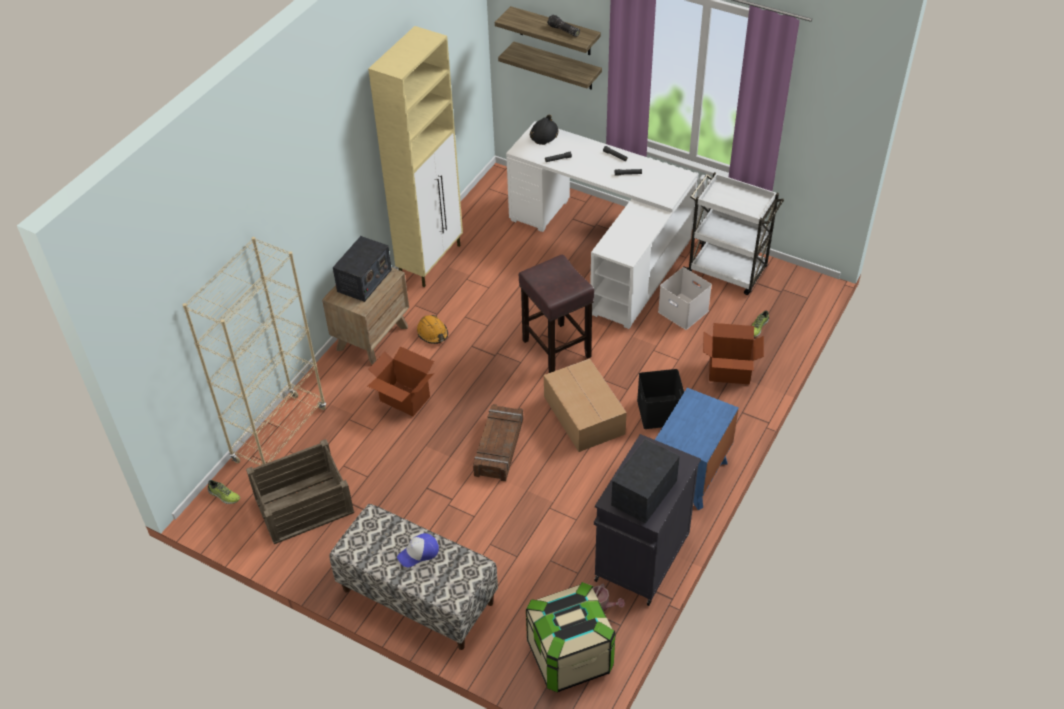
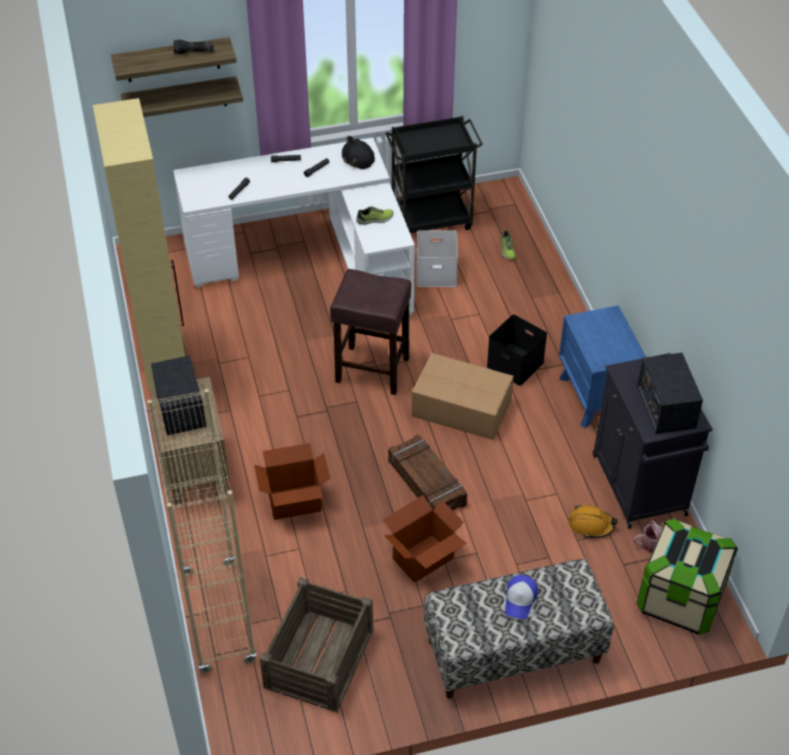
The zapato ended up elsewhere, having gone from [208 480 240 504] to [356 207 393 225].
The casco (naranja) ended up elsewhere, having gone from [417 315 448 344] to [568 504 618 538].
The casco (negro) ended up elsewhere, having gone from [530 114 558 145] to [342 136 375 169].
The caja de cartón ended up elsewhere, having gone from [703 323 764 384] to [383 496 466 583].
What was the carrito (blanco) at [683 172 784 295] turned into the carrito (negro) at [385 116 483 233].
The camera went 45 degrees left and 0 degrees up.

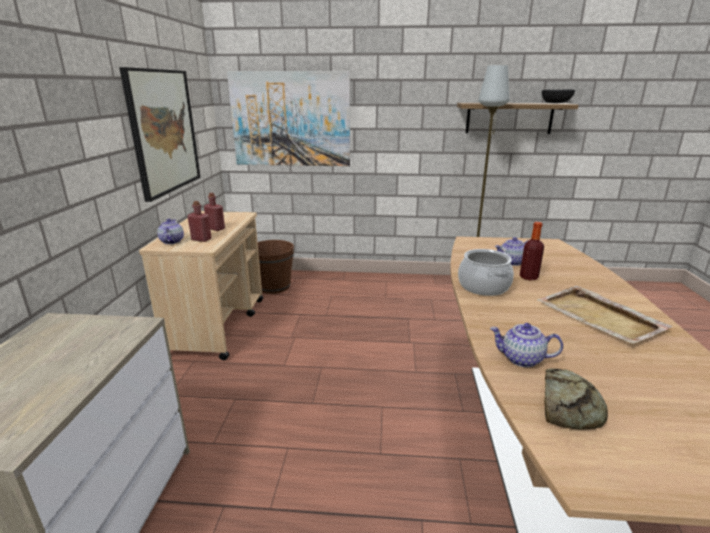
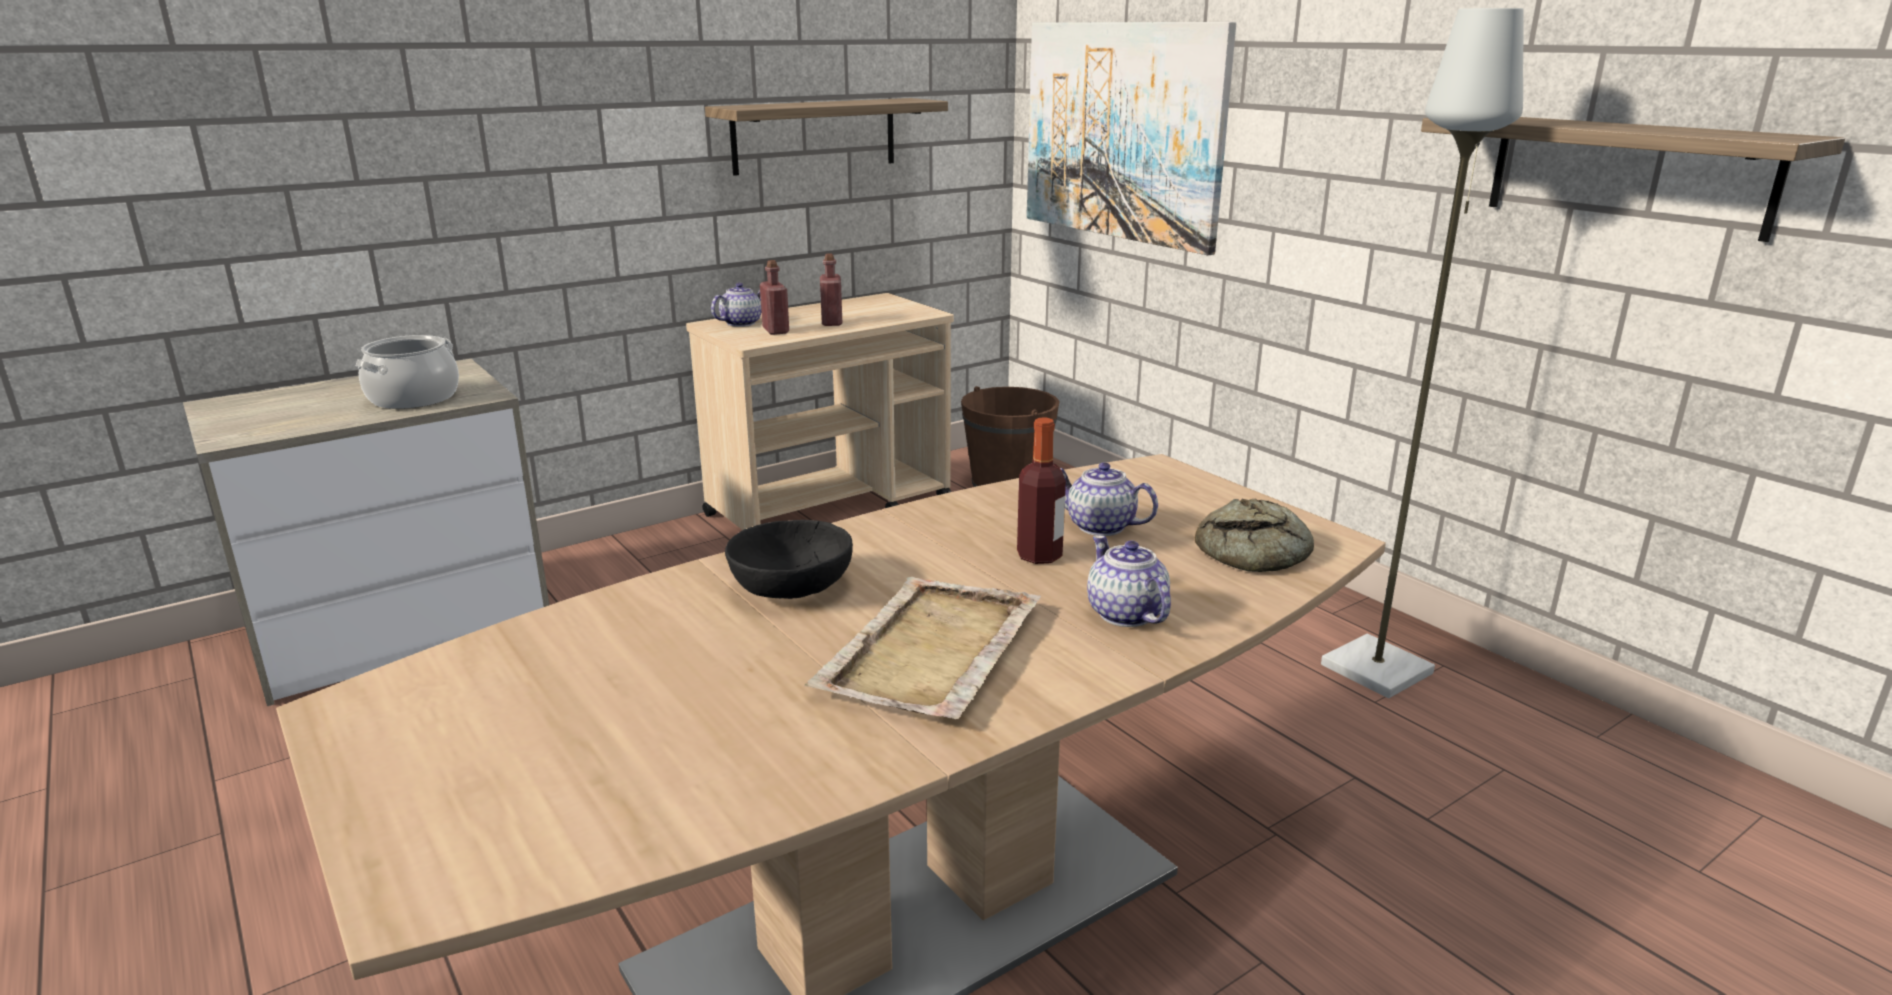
The olla ended up elsewhere, having gone from [458 249 514 296] to [355 335 459 409].
The tetera ended up elsewhere, having gone from [490 323 563 367] to [1087 535 1171 627].
The cuenco (negro) ended up elsewhere, having gone from [542 89 575 103] to [725 520 853 599].
The pan ended up elsewhere, having gone from [545 368 608 430] to [1195 499 1314 572].
Where the cuadro hung at [119 67 201 202], the estante came to hang at [705 98 948 176].
The camera went 50 degrees right and 0 degrees up.

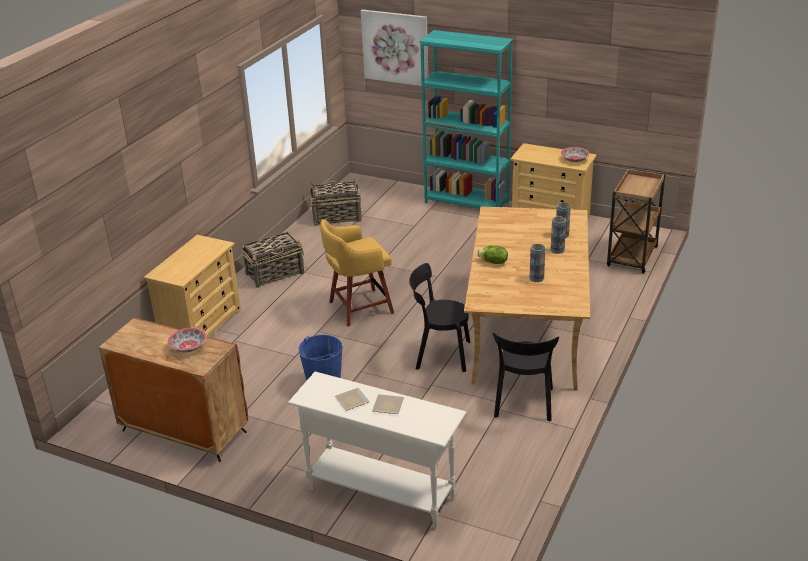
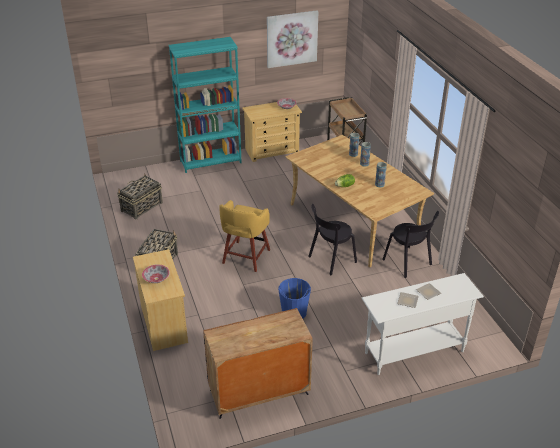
The cuenco ended up elsewhere, having gone from [167 328 207 352] to [142 264 170 283].
The cuadro ended up elsewhere, having gone from [361 10 428 86] to [267 10 318 68].
The camera went 45 degrees left and 5 degrees up.

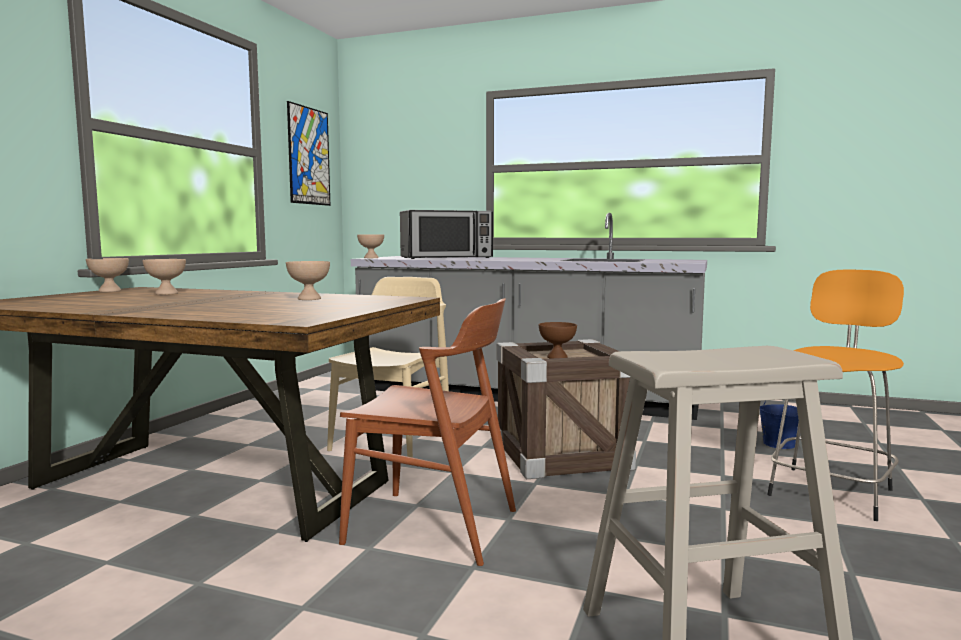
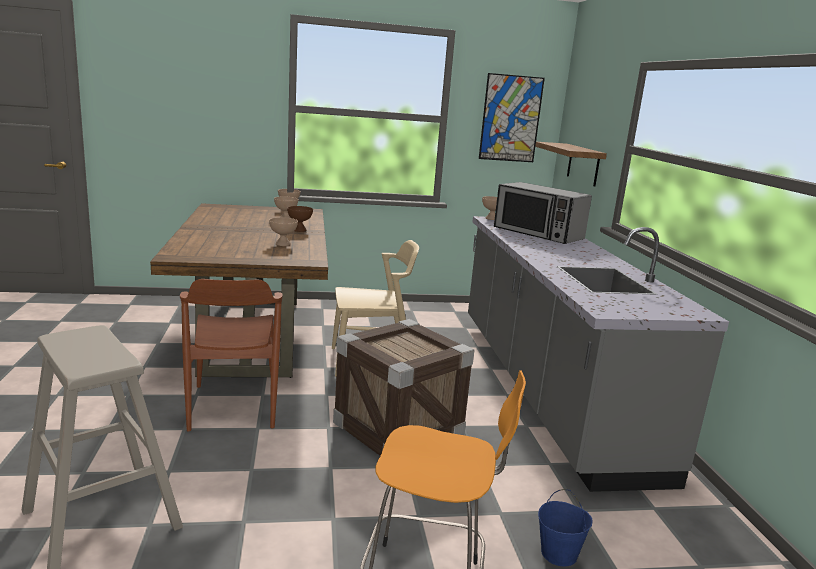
The second view gained the estante at [535 142 607 187].
The cuenco (marrón) ended up elsewhere, having gone from [539 322 577 359] to [287 206 313 232].
The camera went 60 degrees right and 10 degrees up.

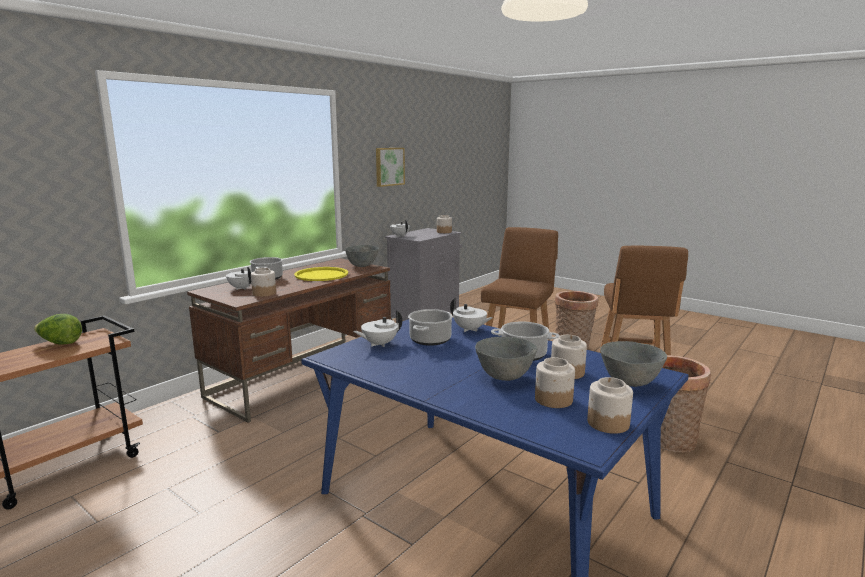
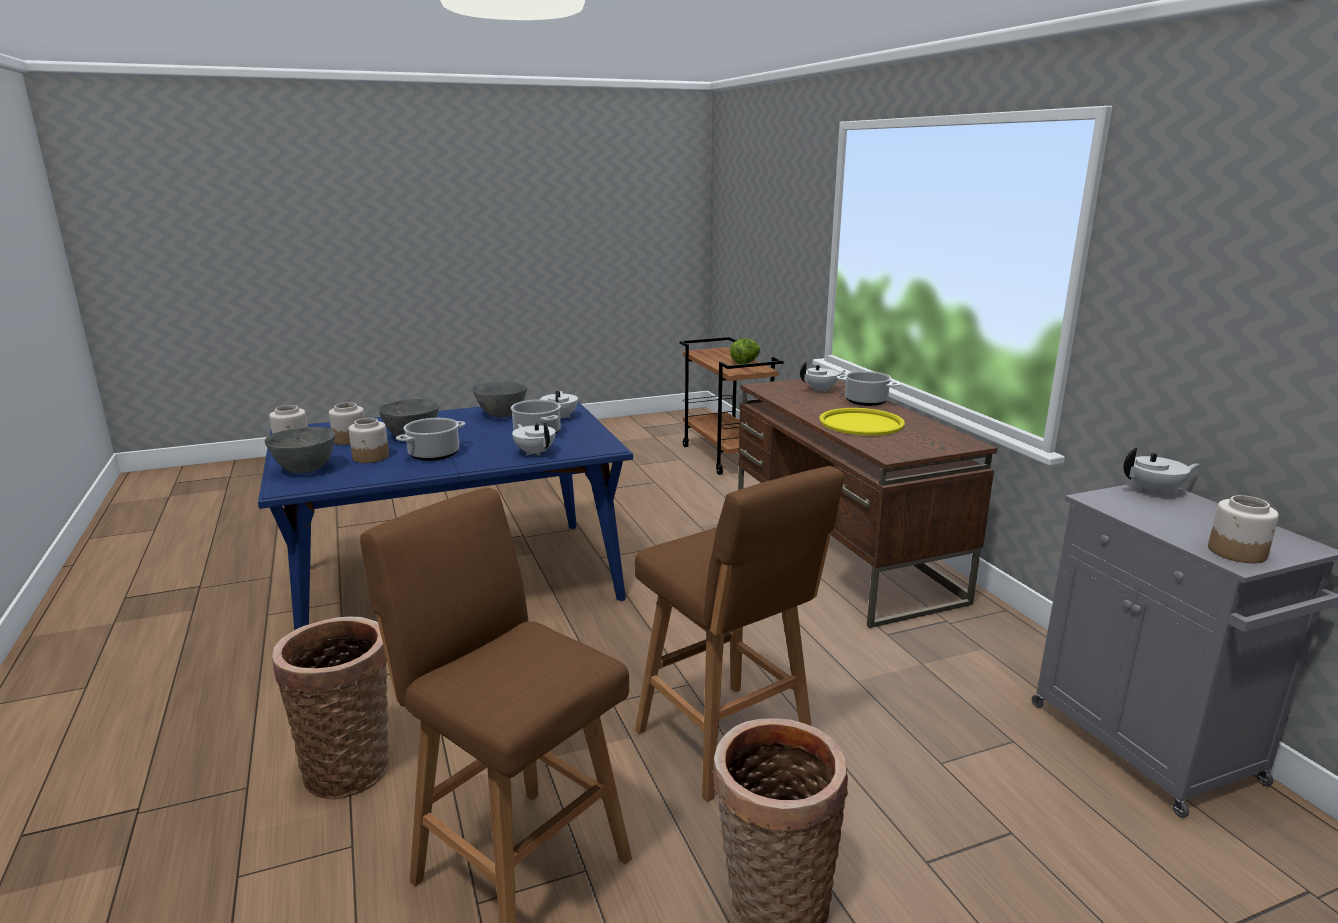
The second view lost the tarro at [251 268 276 297].
The second view lost the cuadro at [376 148 405 187].
The cuenco (gris) ended up elsewhere, having gone from [345 245 379 267] to [472 381 527 418].
The tetera (blanco) at [450 298 493 332] ended up facing another way, 75 degrees clockwise from before.
The camera went 120 degrees right and 5 degrees up.

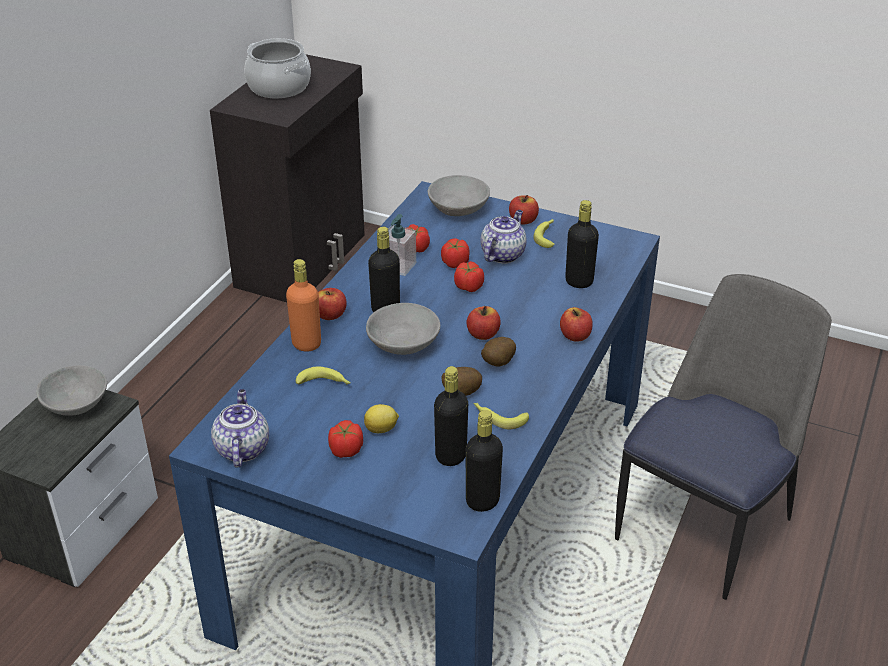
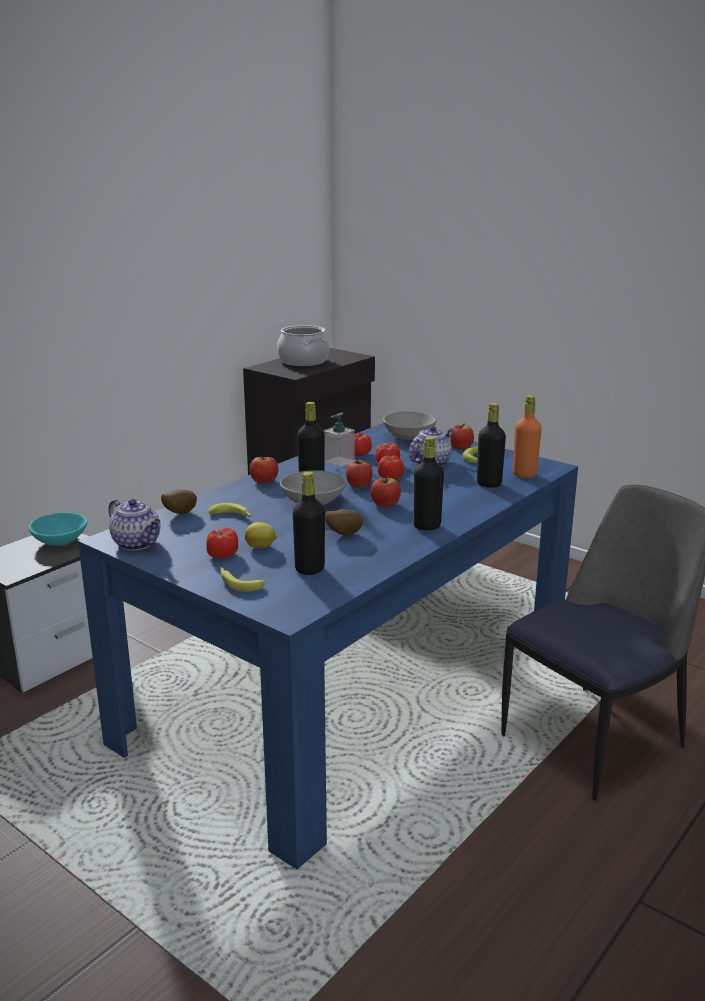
The botella (naranja) ended up elsewhere, having gone from [286 259 321 351] to [513 395 542 478].
The botella (negro) ended up elsewhere, having gone from [466 410 503 512] to [413 437 444 530].
The plátano ended up elsewhere, having gone from [473 403 529 429] to [220 567 265 592].
The patata ended up elsewhere, having gone from [481 337 516 367] to [161 490 197 514].
The manzana ended up elsewhere, having gone from [560 307 593 342] to [346 459 373 488].
What was the cuenco (gris) at [36 365 107 416] turned into the cuenco (turquesa) at [29 512 87 546].
The tetera at [211 389 269 468] ended up facing another way, 120 degrees clockwise from before.
The camera went 15 degrees right and 15 degrees down.

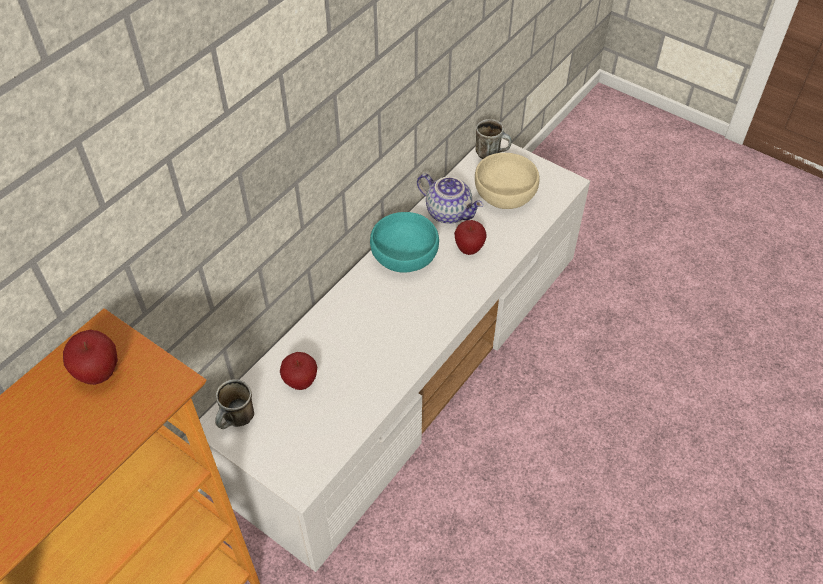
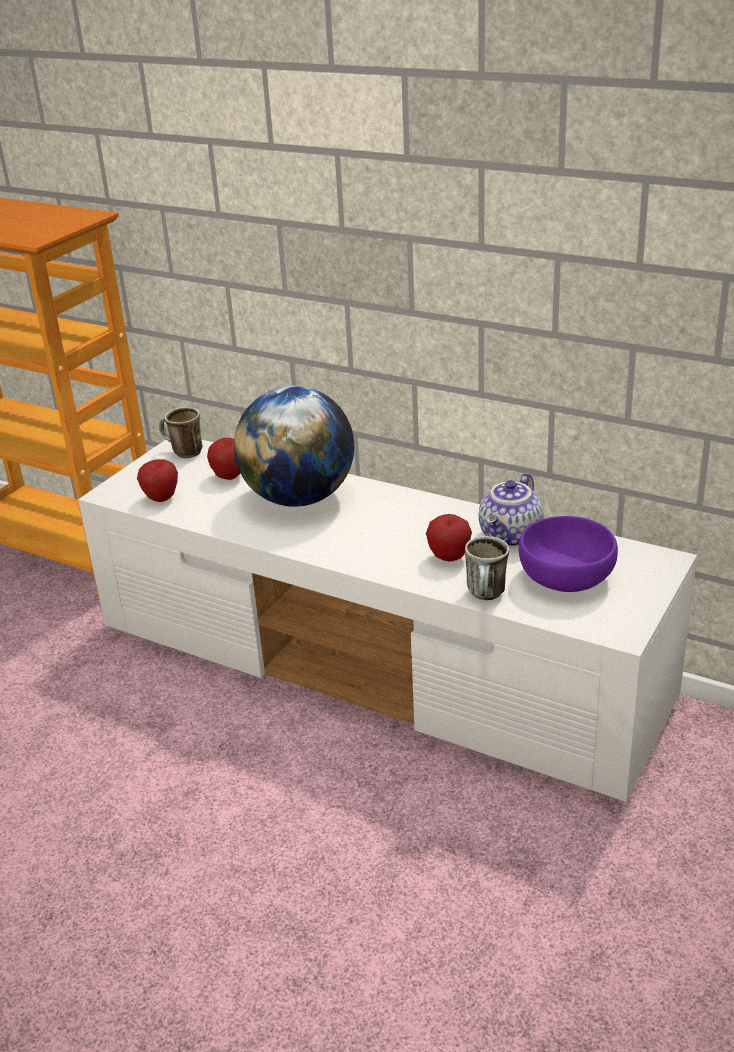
The second view lost the cuenco (turquesa) at [370 212 439 273].
The second view gained the globo terráqueo at [234 386 354 507].
The manzana ended up elsewhere, having gone from [63 330 118 385] to [137 459 178 502].
The taza grande ended up elsewhere, having gone from [476 119 512 159] to [465 536 510 600].
What was the cuenco (beis) at [475 153 540 209] turned into the cuenco (morado) at [519 516 618 592].
The camera went 85 degrees right and 20 degrees down.

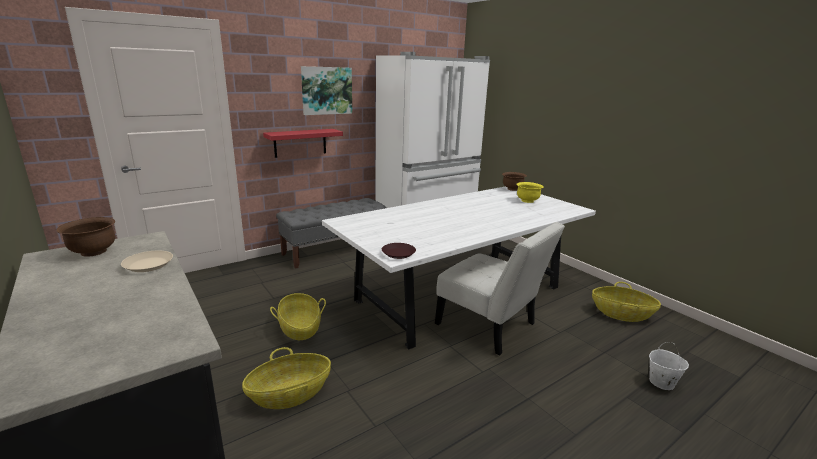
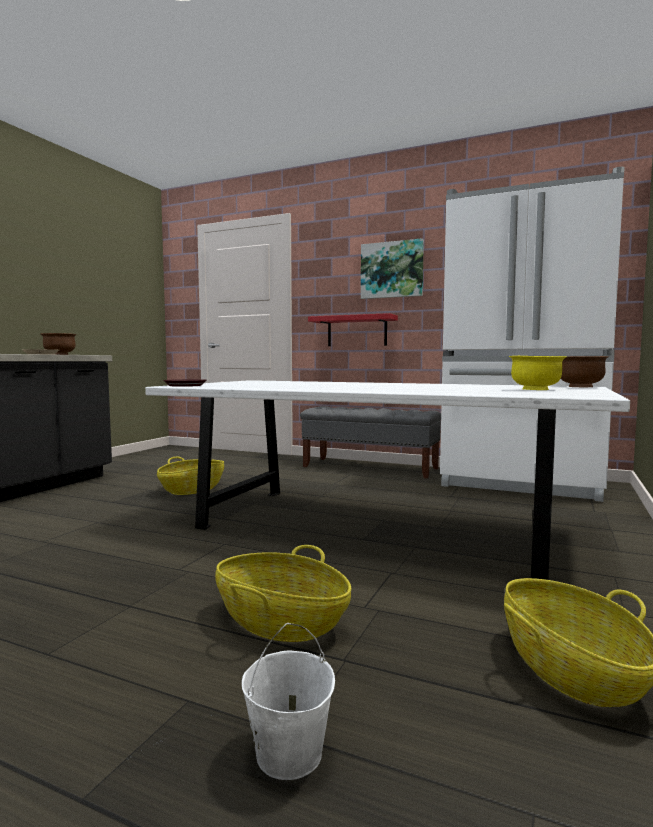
The second view lost the silla (blanco) at [435 222 565 355].
The cesta ended up elsewhere, having gone from [242 347 331 409] to [215 545 351 642].
The camera went 60 degrees right and 15 degrees down.

